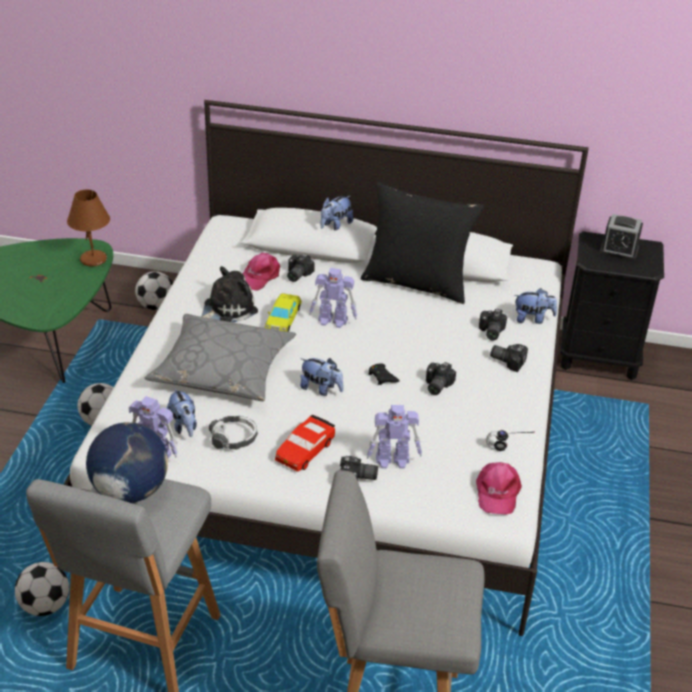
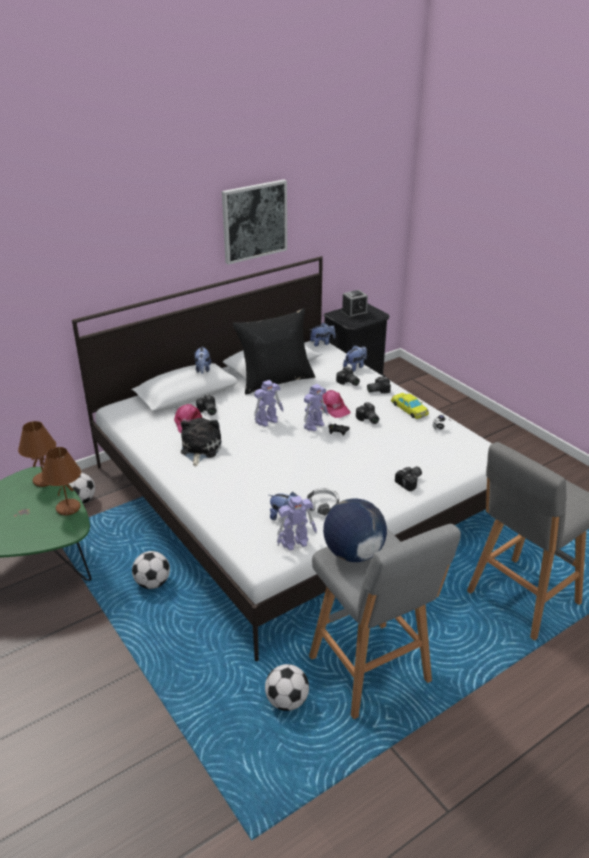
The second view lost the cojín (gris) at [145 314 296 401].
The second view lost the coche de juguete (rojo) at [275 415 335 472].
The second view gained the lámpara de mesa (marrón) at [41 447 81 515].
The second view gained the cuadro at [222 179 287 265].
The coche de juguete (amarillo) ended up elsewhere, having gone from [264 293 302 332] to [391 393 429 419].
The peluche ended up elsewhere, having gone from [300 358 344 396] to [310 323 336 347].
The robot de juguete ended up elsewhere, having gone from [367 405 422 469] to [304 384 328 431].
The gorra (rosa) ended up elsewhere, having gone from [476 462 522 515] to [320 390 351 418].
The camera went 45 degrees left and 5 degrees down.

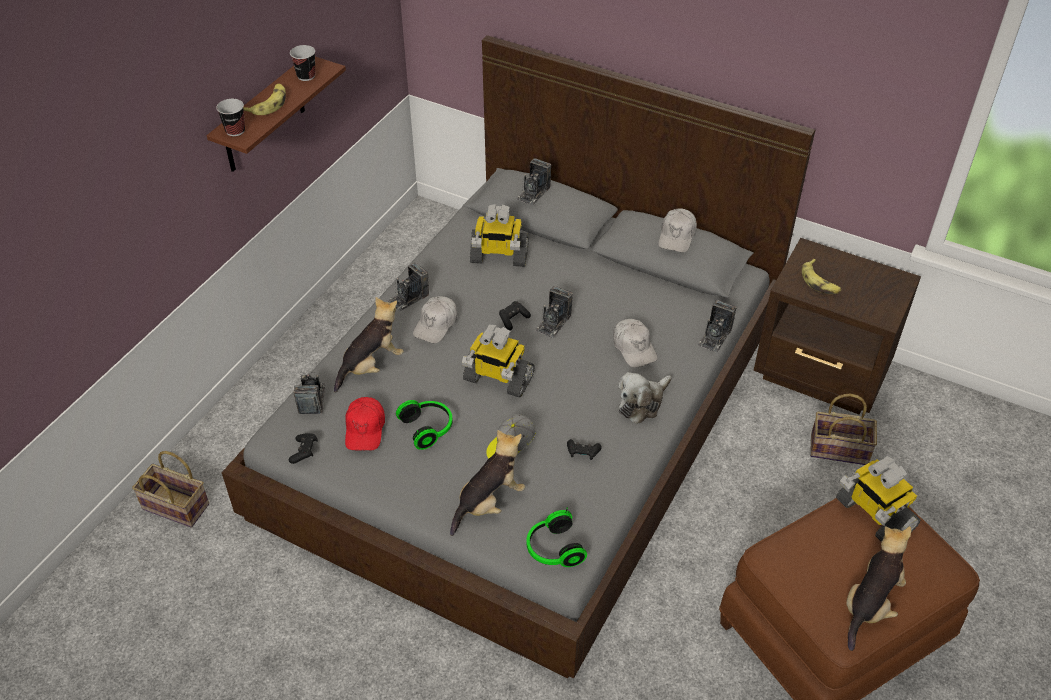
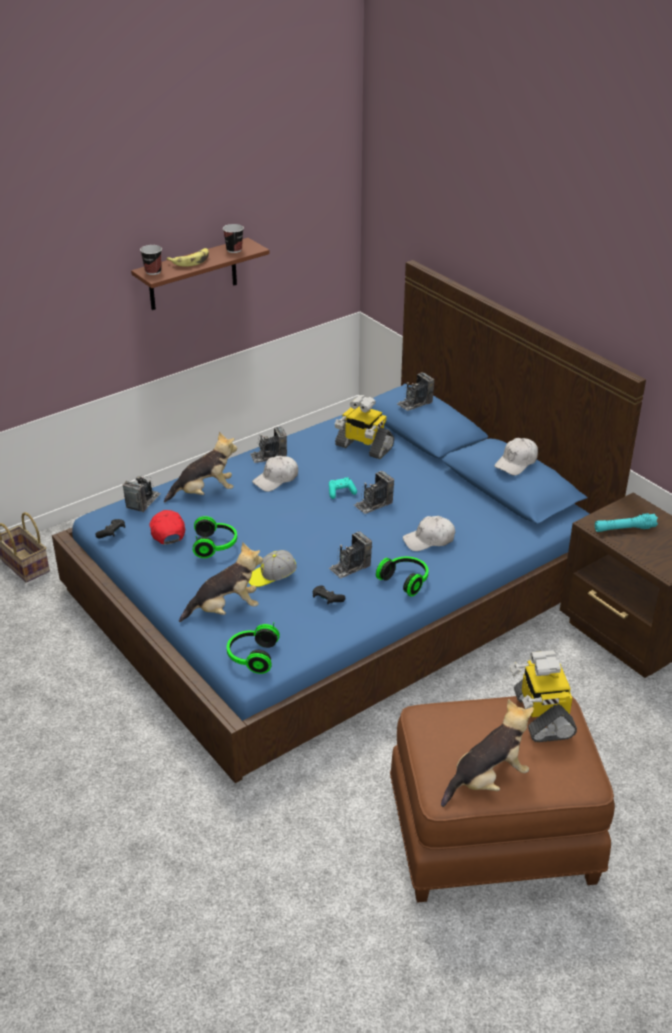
The second view lost the robot de juguete at [462 324 535 398].
The second view lost the cesta at [810 394 877 465].
The cámara ended up elsewhere, having gone from [698 300 737 352] to [328 532 372 579].
Where the peluche stood at [618 372 672 424], the auriculares came to stand at [376 557 429 597].
Where the plátano stood at [802 259 841 294], the linterna (turquesa) came to stand at [595 513 658 532].
What was the cama (gris) at [222 35 815 678] turned into the cama (azul) at [52 260 646 783].
What was the mando de consola (negro) at [499 301 531 330] turned into the mando de consola (turquesa) at [329 477 357 499].
The gorra (rojo) at [345 397 385 450] ended up facing another way, 135 degrees clockwise from before.
The gorra (blanco) at [613 319 658 368] ended up facing another way, 75 degrees clockwise from before.
The camera went 25 degrees right and 10 degrees down.

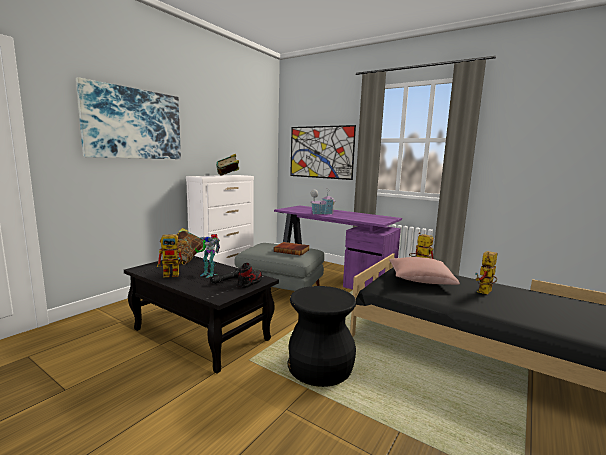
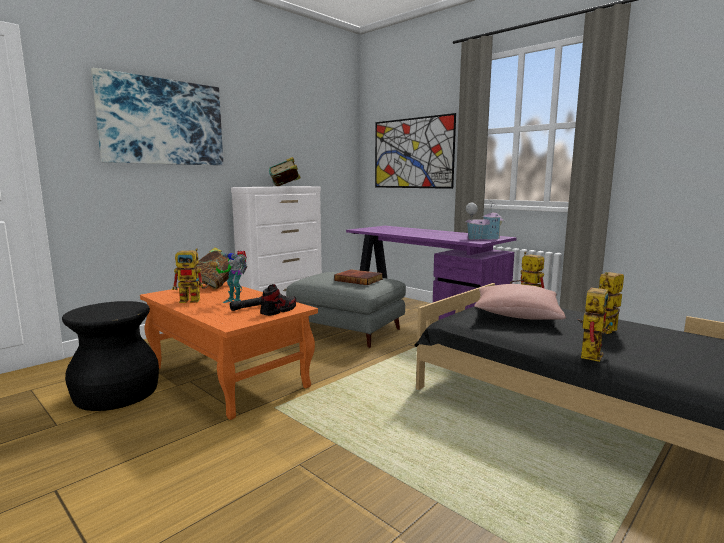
The second view gained the robot de juguete at [577 284 613 362].
The taburete (negro) ended up elsewhere, having gone from [287 286 356 387] to [62 301 159 411].
The casita ended up elsewhere, having gone from [310 189 336 214] to [465 200 504 240].
What was the mesa de centro (negro) at [124 256 279 374] turned into the mesa de centro (naranja) at [140 282 318 420].
The camera went 10 degrees right and 0 degrees up.

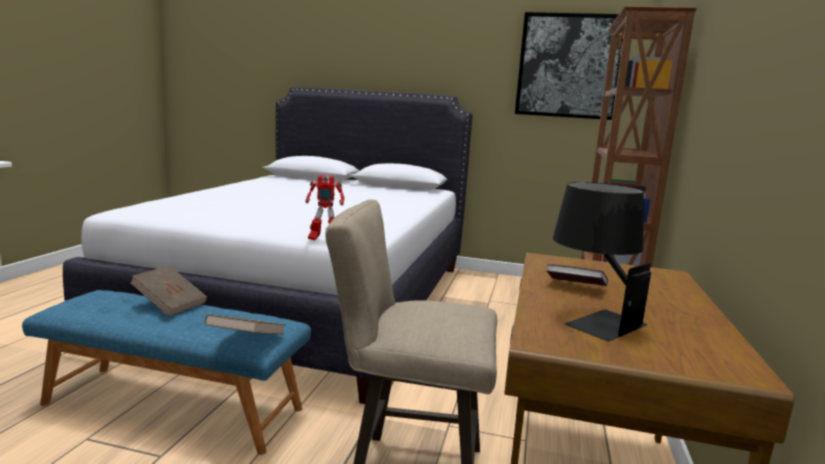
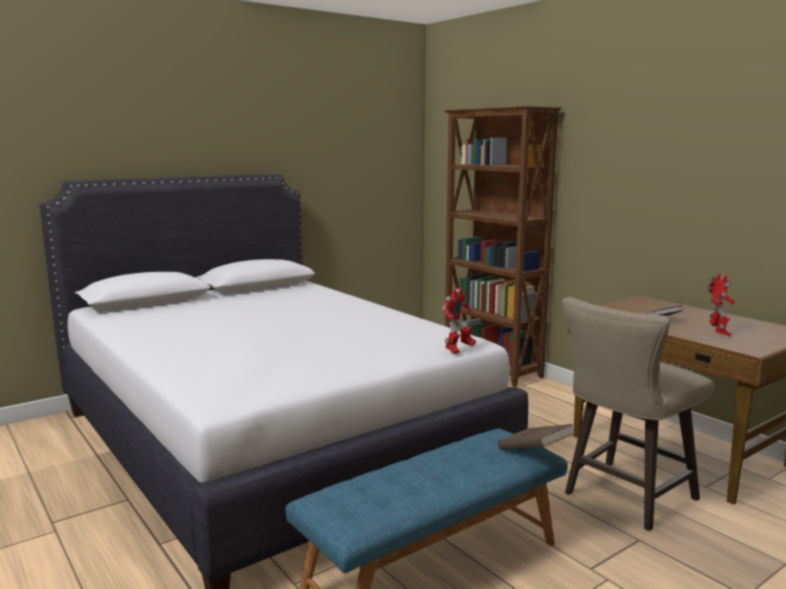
The second view lost the libro (marrón) at [130 266 207 316].
The second view lost the cuadro at [515 12 623 120].
Where the lámpara de mesa (negro) stood at [553 182 651 341], the robot de juguete came to stand at [707 273 735 336].
The camera went 50 degrees left and 0 degrees up.

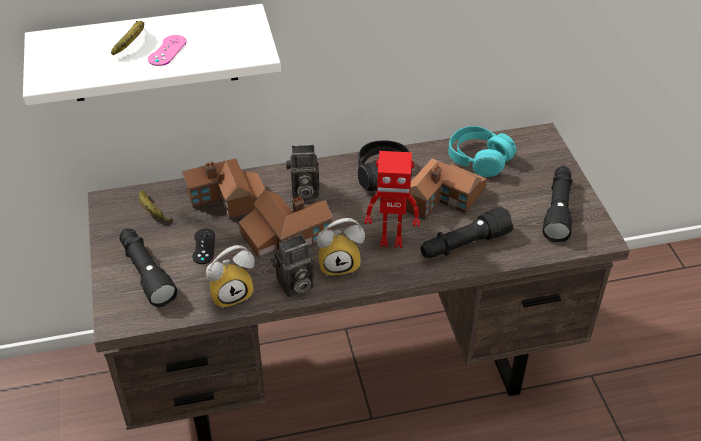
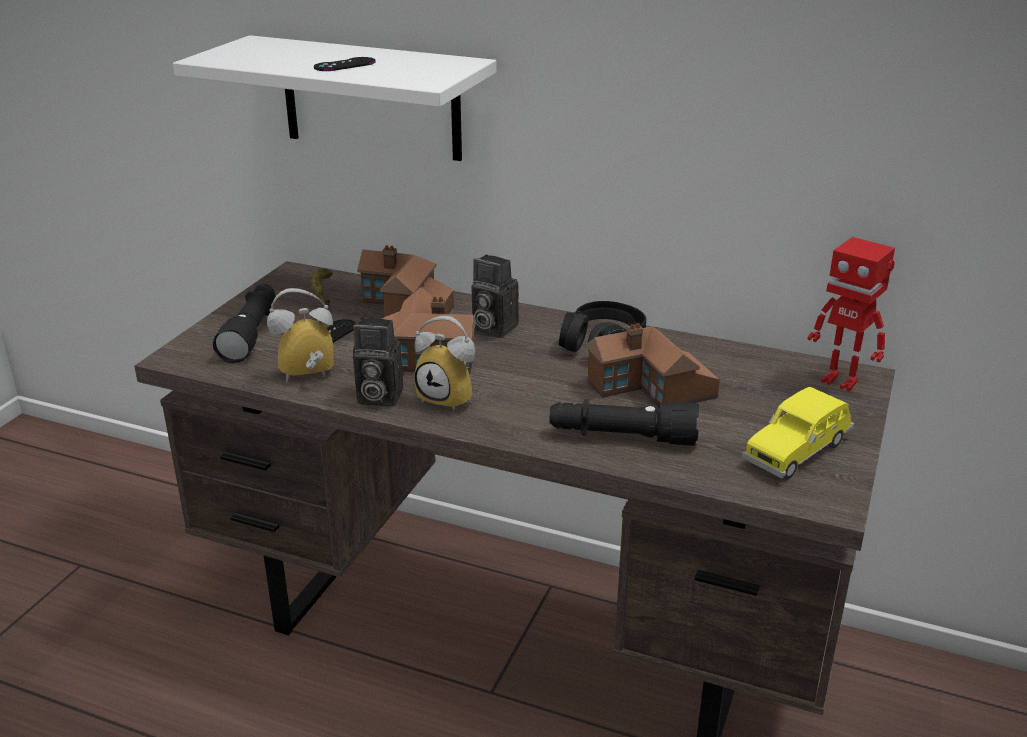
The second view lost the plátano at [111 21 144 55].
The second view lost the auriculares (turquesa) at [448 126 516 177].
The robot de juguete ended up elsewhere, having gone from [365 151 420 248] to [807 237 895 392].
Where the linterna (negro) stood at [543 166 573 242], the coche de juguete (amarillo) came to stand at [742 387 855 479].
What was the mando de consola (rosa) at [148 35 186 66] turned into the mando de consola (negro) at [314 57 376 71].
The despertador at [206 245 255 309] ended up facing another way, 150 degrees clockwise from before.
The camera went 35 degrees right and 15 degrees down.

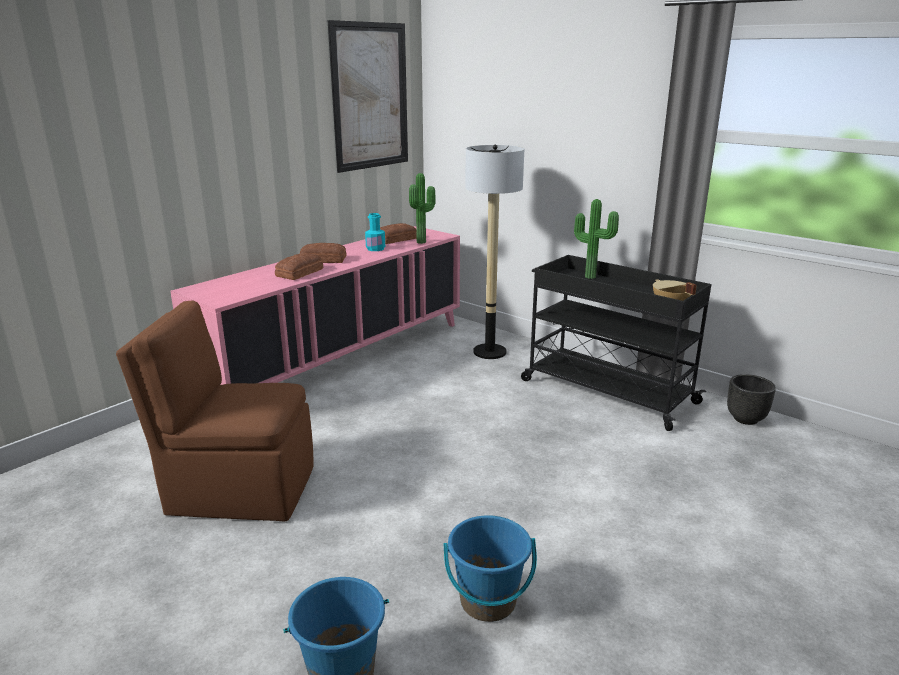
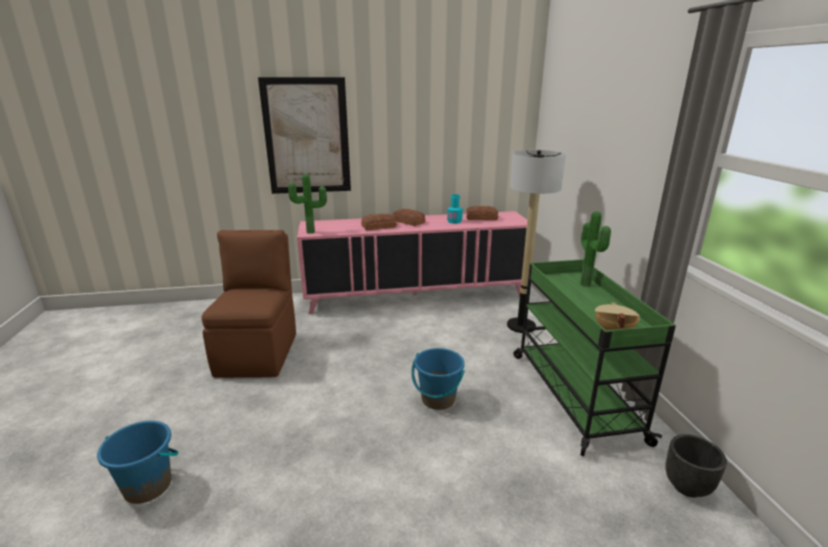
The cuadro ended up elsewhere, having gone from [328 20 408 173] to [258 77 351 194].
The planta en maceta ended up elsewhere, having gone from [409 173 436 244] to [288 174 327 234].
The cubo (azul) ended up elsewhere, having gone from [443 515 537 622] to [411 348 465 410].
What was the carrito (negro) at [521 255 711 431] turned into the carrito (verde) at [514 259 676 456].
The silla (marrón) at [116 301 314 521] ended up facing another way, 45 degrees clockwise from before.
The camera went 40 degrees right and 0 degrees up.

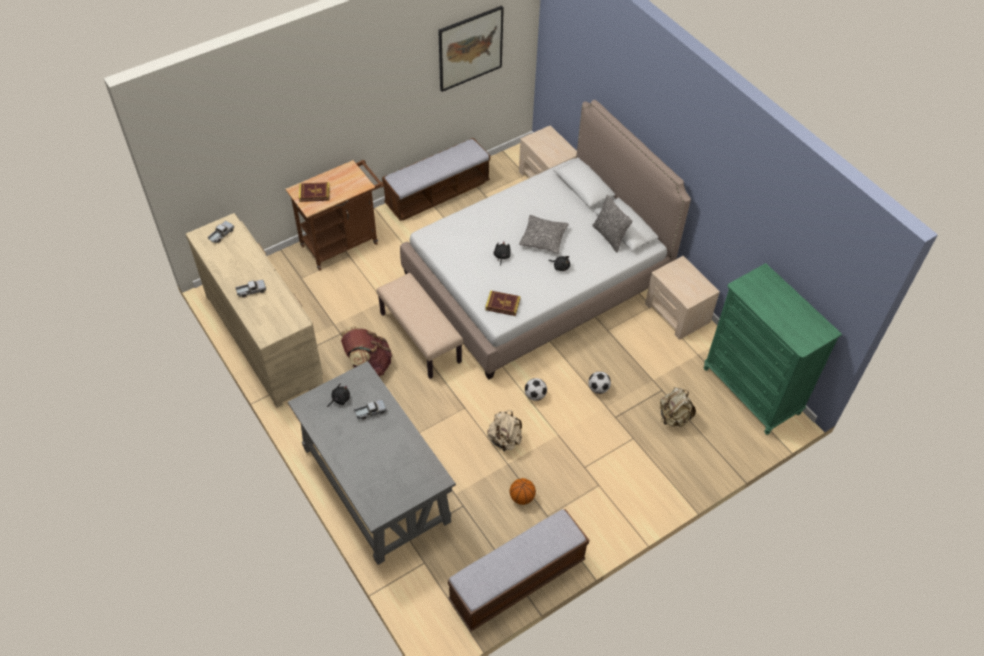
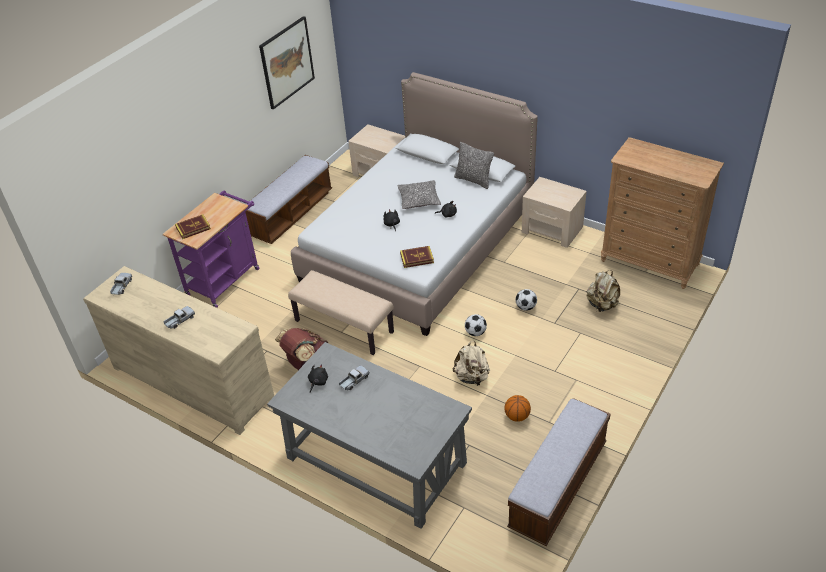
What was the carrito (marrón) at [286 160 384 271] turned into the carrito (morado) at [163 191 259 308].
What was the cómoda (verde) at [704 263 842 435] turned into the cómoda (marrón) at [601 137 724 289].
The camera went 20 degrees left and 10 degrees down.

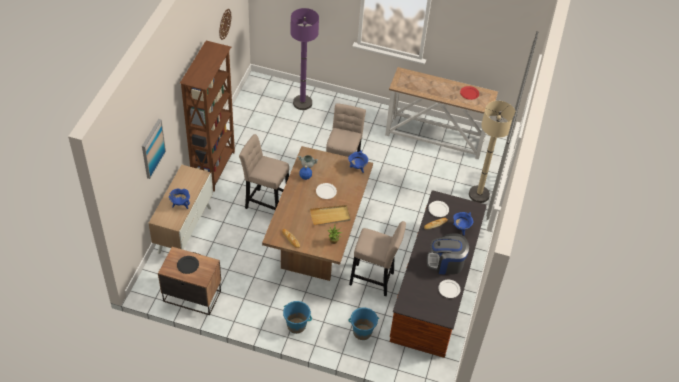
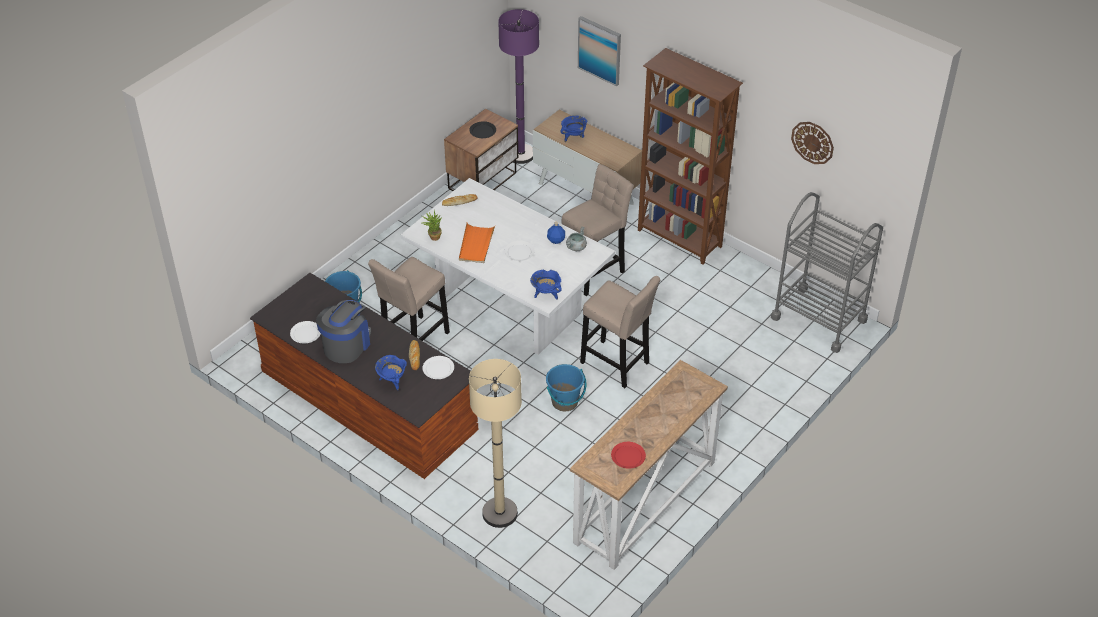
The second view gained the carrito (gris) at [771 192 883 353].
The cubo (azul) ended up elsewhere, having gone from [283 301 312 334] to [546 364 586 411].
The lámpara de pie (morado) ended up elsewhere, having gone from [290 8 319 110] to [498 9 539 164].
What was the mesa de comedor (marrón) at [262 146 373 281] turned into the mesa de comedor (blanco) at [401 178 615 355].
What was the bandeja (beis) at [310 205 351 225] turned into the bandeja (naranja) at [459 223 495 263].
The camera went 115 degrees right and 5 degrees down.

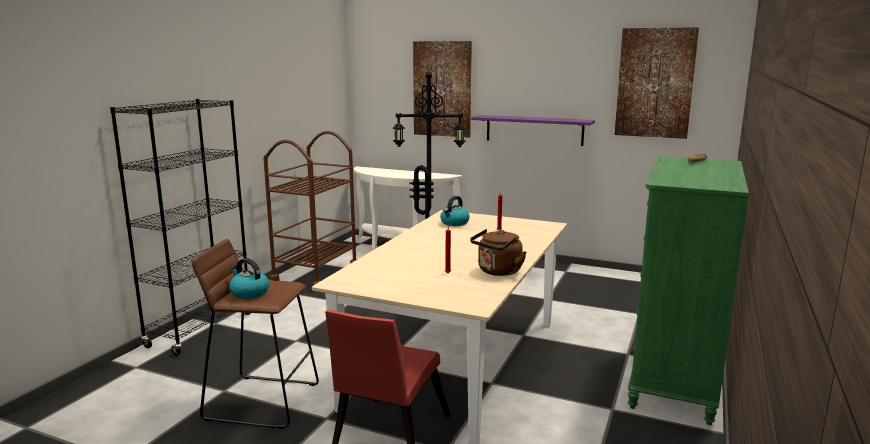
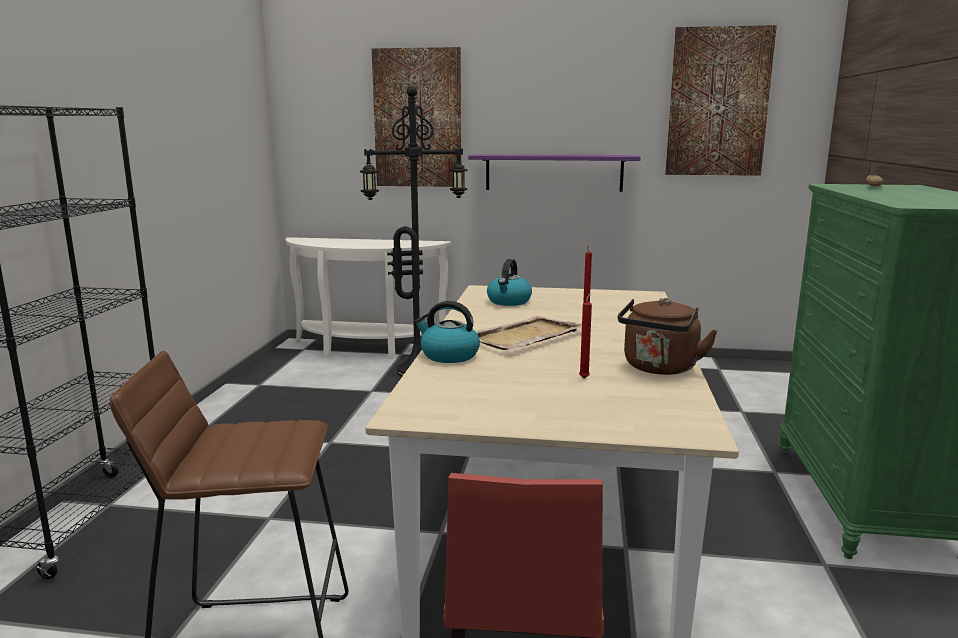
The second view lost the carrito (marrón) at [263 131 357 286].
The second view gained the bandeja (beis) at [476 315 582 350].
The hervidor ended up elsewhere, having gone from [229 258 269 299] to [414 301 480 363].
The camera went 15 degrees left and 0 degrees up.

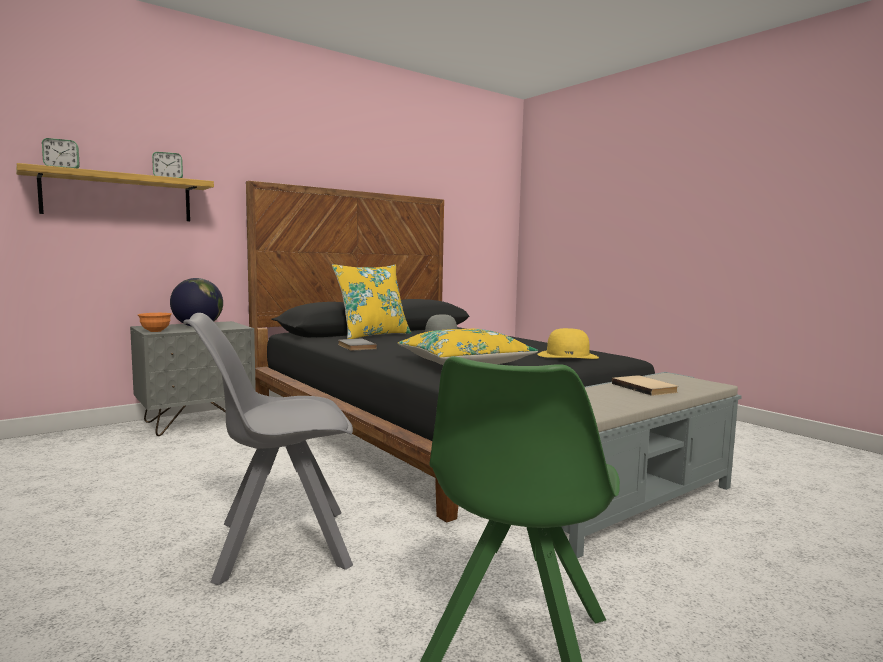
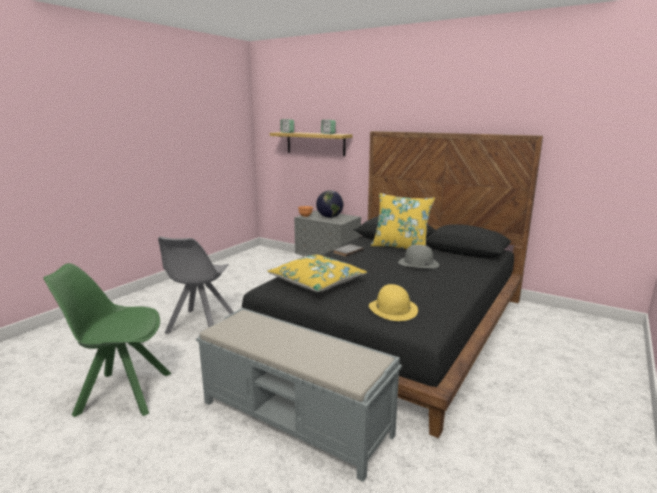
The second view lost the libro (beis) at [612 375 678 396].
The silla (gris) at [183 313 353 585] ended up facing another way, 135 degrees counterclockwise from before.
The camera went 70 degrees right and 10 degrees up.

